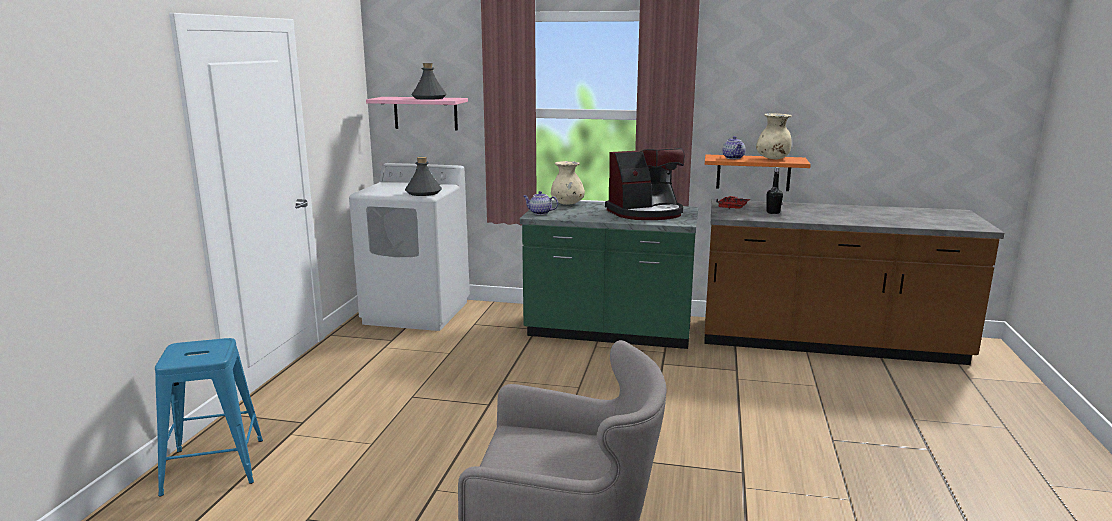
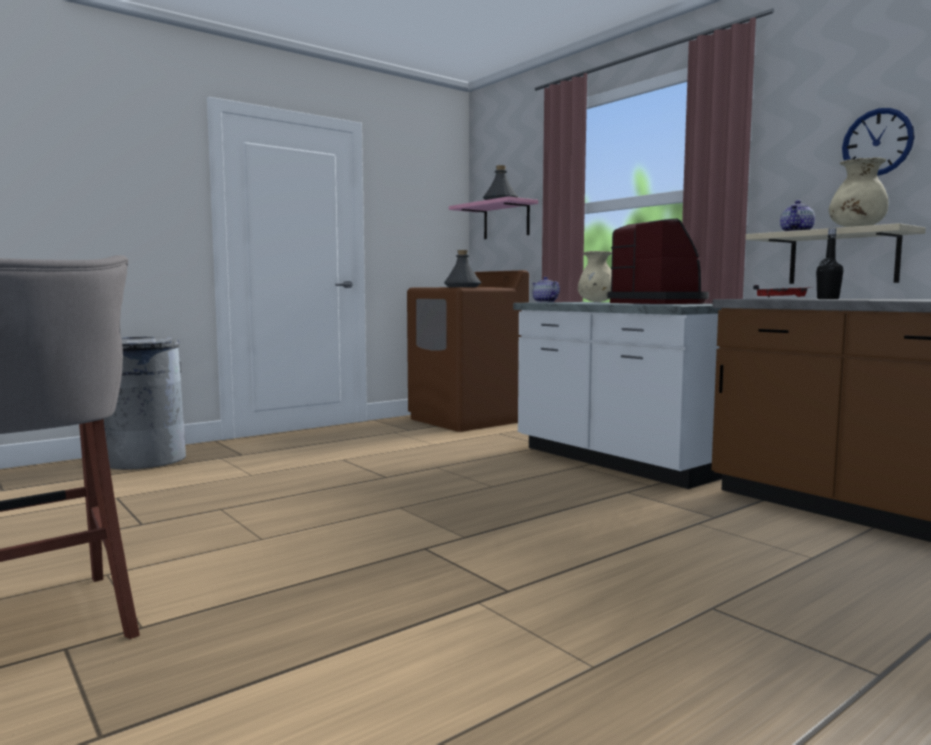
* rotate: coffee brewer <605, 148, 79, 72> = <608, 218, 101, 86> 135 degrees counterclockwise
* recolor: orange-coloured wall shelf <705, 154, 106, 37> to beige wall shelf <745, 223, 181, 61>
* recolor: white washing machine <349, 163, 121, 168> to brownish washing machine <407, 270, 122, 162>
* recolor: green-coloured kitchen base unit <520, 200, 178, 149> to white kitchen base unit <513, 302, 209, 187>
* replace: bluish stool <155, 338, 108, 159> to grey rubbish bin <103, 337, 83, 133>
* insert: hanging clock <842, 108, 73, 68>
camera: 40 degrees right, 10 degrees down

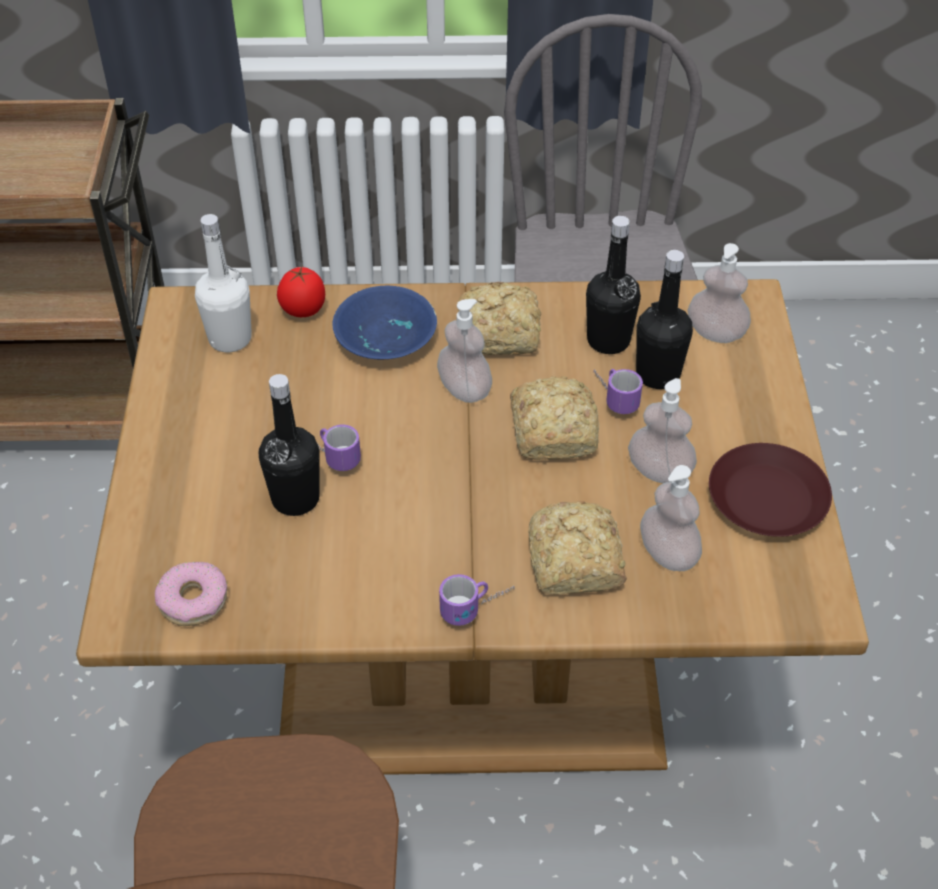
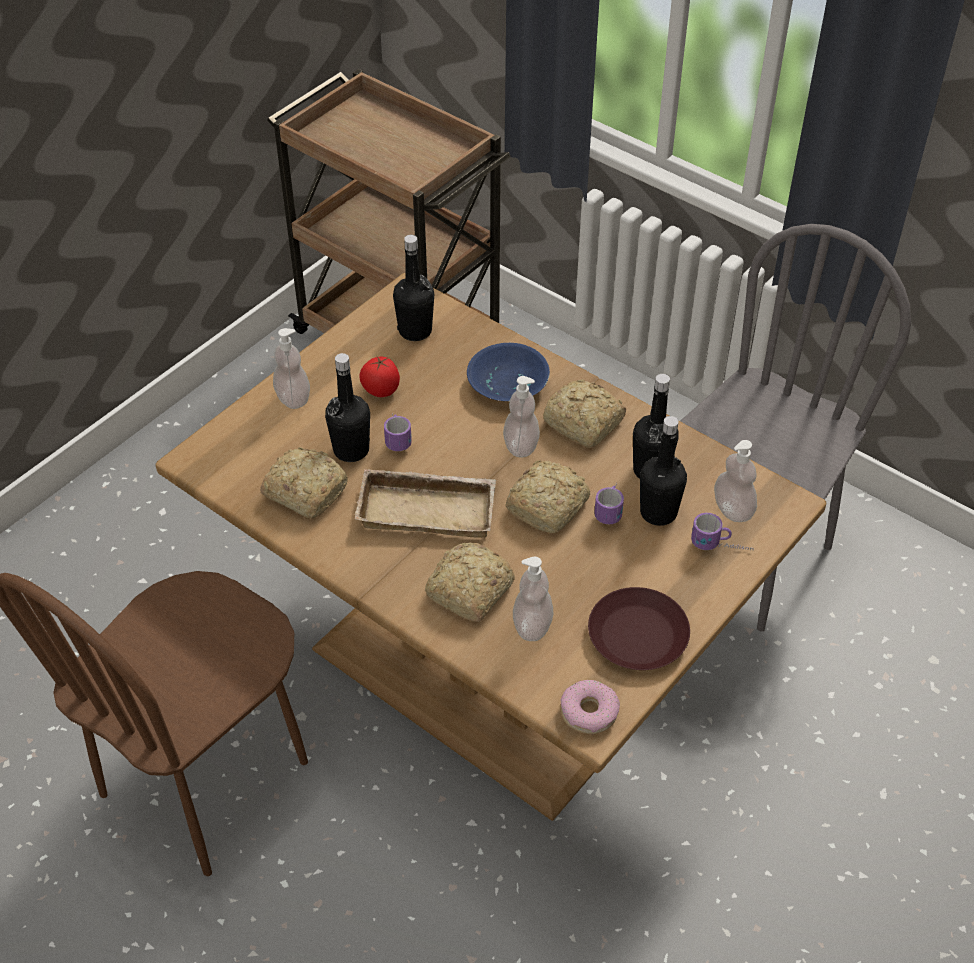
* recolor: white bottle <195, 214, 57, 138> to black bottle <393, 235, 41, 106>
* move: tomato <277, 266, 48, 51> to <359, 357, 41, 40>
* move: soap dispenser <628, 378, 69, 105> to <273, 328, 37, 81>
* move: donut <155, 562, 72, 64> to <561, 680, 59, 54>
* move: coffee mug <439, 574, 75, 52> to <691, 513, 63, 38>
* insert: baked bread <260, 447, 88, 71>
* insert: beige carrying tray <355, 469, 141, 69>
camera: 40 degrees right, 0 degrees up

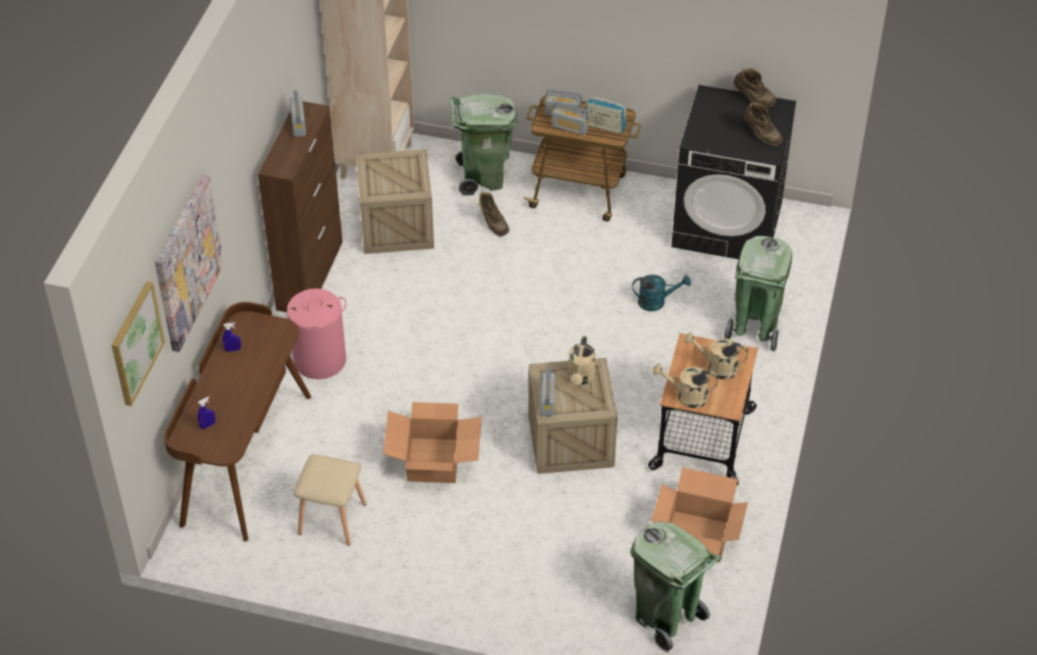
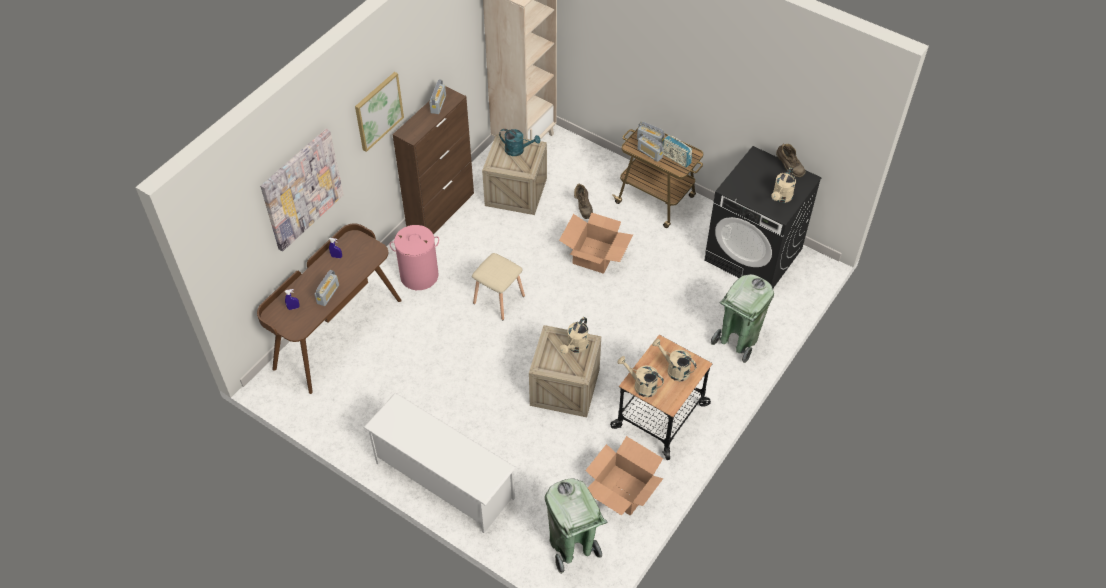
* delete: green-coloured rubbish bin <450, 94, 67, 102>
* replace: brownish tall boot <744, 102, 39, 44> to beige watering pot <771, 168, 25, 35>
* move: blue-green watering pot <632, 275, 59, 36> to <499, 129, 41, 27>
* move: wall picture <112, 281, 53, 125> to <355, 72, 49, 80>
* move: radio <540, 367, 15, 49> to <314, 270, 25, 36>
* move: carton <383, 402, 99, 81> to <559, 212, 74, 62>
* move: beige stool <294, 454, 72, 92> to <472, 253, 53, 67>
* insert: white shoe stand <363, 393, 153, 140>
camera: 20 degrees right, 5 degrees up

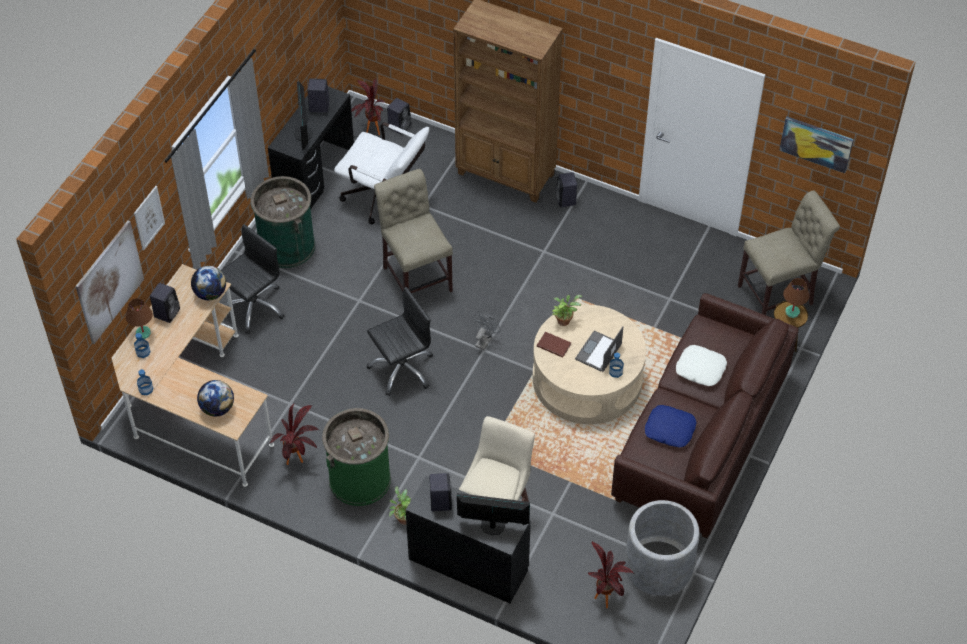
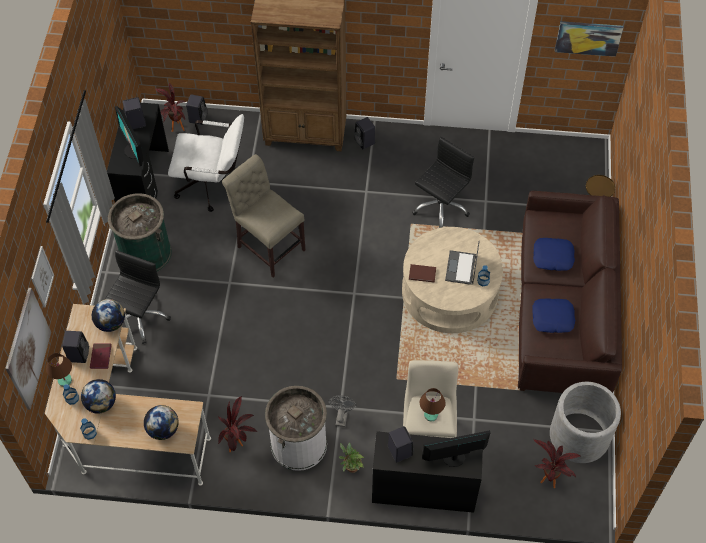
* delete: beige plain chair <738, 191, 102, 124>
* move: brownish lamp for a table <783, 278, 26, 40> to <420, 388, 26, 33>
* move: black office chair <367, 287, 66, 109> to <412, 137, 62, 91>
* delete: plant in a pot <552, 295, 30, 31>
* move: grey cooling fan <474, 313, 27, 37> to <328, 395, 29, 32>
* recolor: white cushion <676, 345, 51, 41> to bluish cushion <533, 238, 42, 33>
* recolor: green-coloured rubbish bin <322, 408, 69, 98> to white rubbish bin <265, 386, 62, 85>
* insert: red-coloured book <90, 343, 22, 26>
* insert: desk globe <81, 379, 35, 35>
camera: 20 degrees left, 5 degrees up

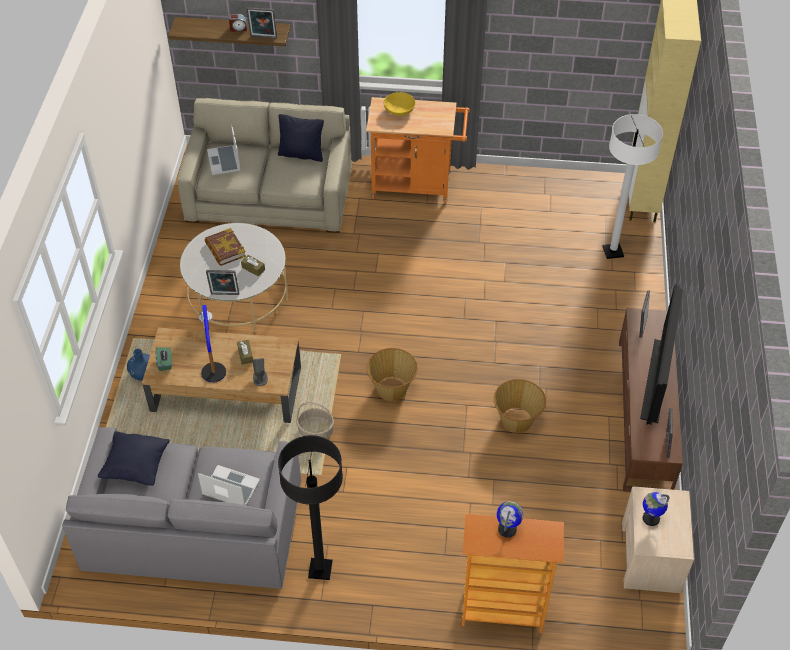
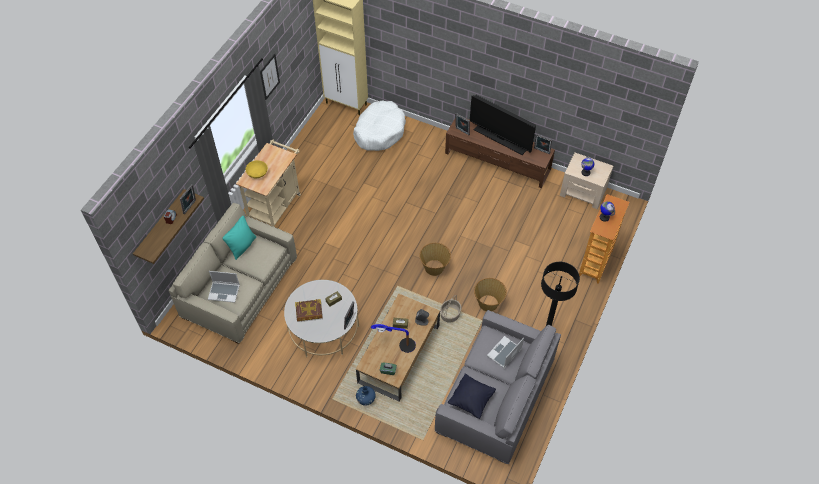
* recolor: orange-coloured trolley <366, 97, 104, 107> to beige trolley <236, 139, 65, 88>
* recolor: black cushion <278, 114, 46, 48> to blue-green cushion <222, 216, 34, 44>
* replace: white floor lamp <602, 114, 61, 145> to white dog cushion <353, 101, 53, 50>
* move: household basket <494, 379, 52, 54> to <474, 278, 33, 33>
* insert: wall picture <260, 54, 20, 46>
camera: 70 degrees left, 5 degrees up

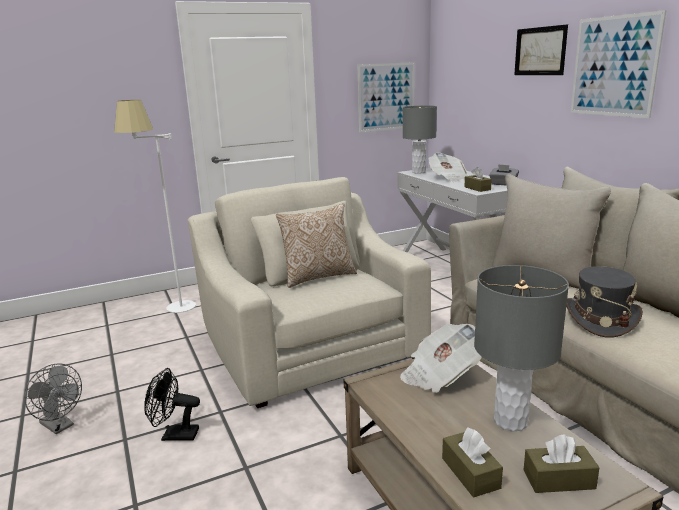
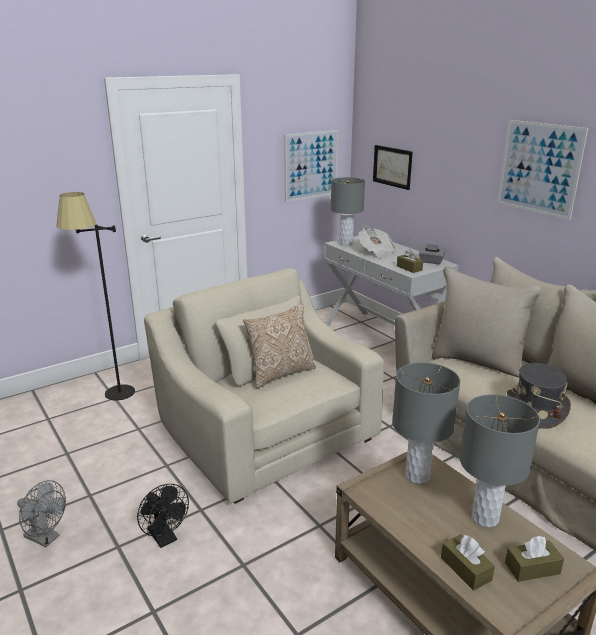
* move: wall picture <514, 24, 54, 51> to <373, 145, 40, 45>
* recolor: white floor lamp <114, 100, 82, 213> to black floor lamp <57, 192, 78, 208>
* replace: printed paper <400, 324, 82, 69> to grey lamp for a table <392, 362, 69, 122>
* rotate: black cooling fan <144, 368, 56, 73> = <137, 484, 52, 64> 120 degrees counterclockwise
camera: 10 degrees left, 5 degrees up

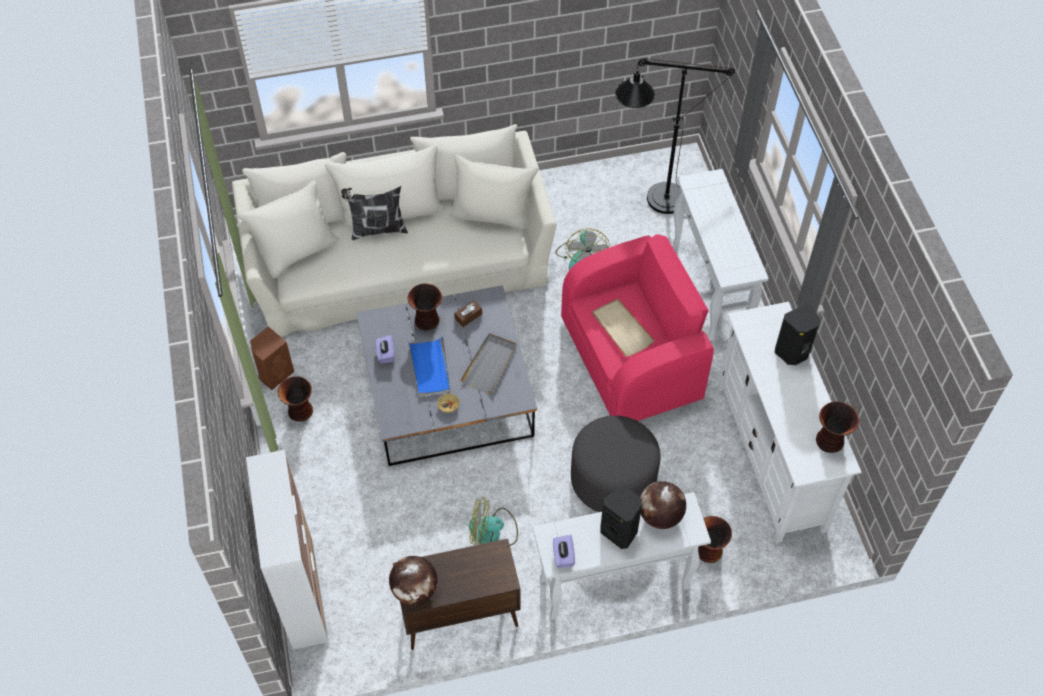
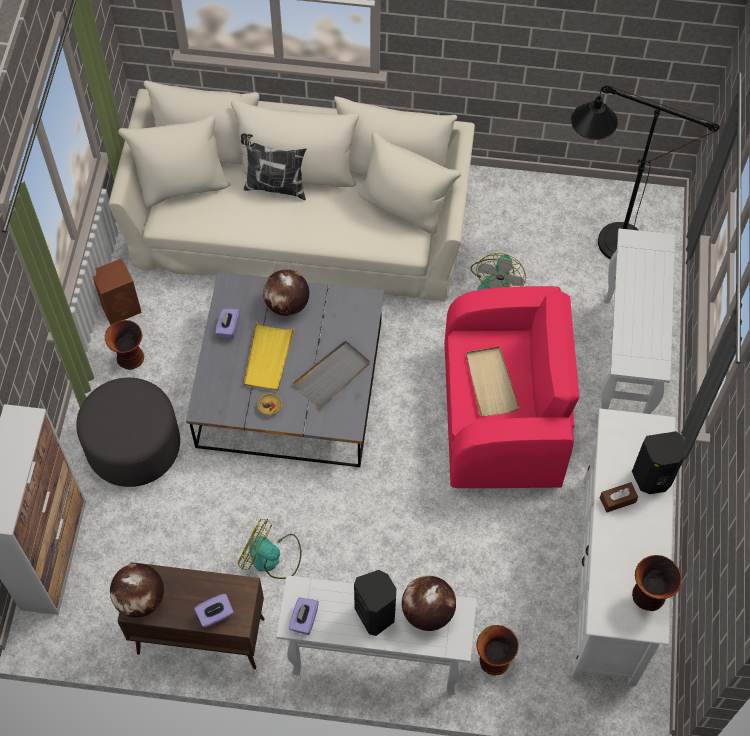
* replace: vase <408, 283, 34, 47> to desk globe <263, 270, 46, 46>
* move: brownish tissue box <454, 300, 28, 27> to <600, 482, 38, 30>
* recolor: bluish carrying tray <408, 337, 42, 59> to yellow-coloured carrying tray <244, 322, 51, 69>
* move: grey ottoman <571, 416, 89, 96> to <76, 378, 104, 109>
* insert: purple tissue box <194, 594, 40, 33>
camera: 20 degrees right, 5 degrees up

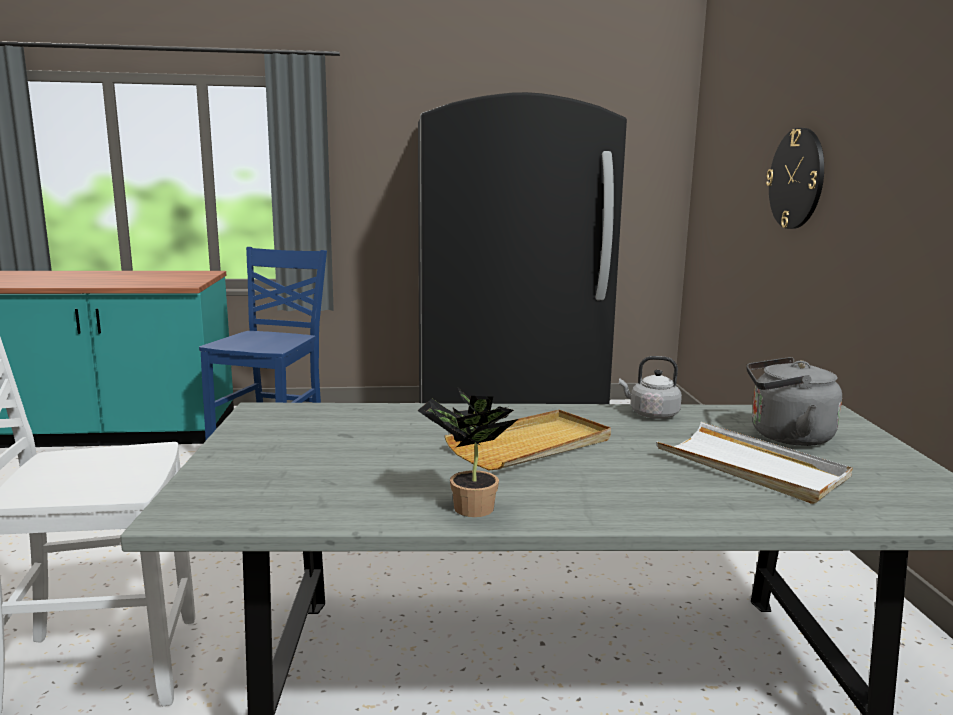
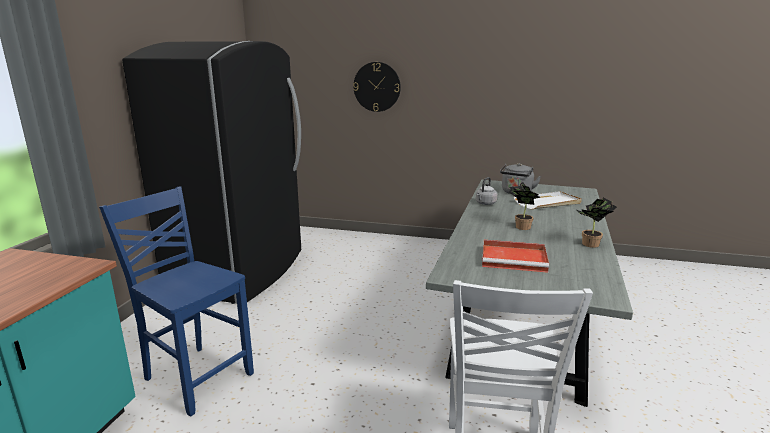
* replace: beige carrying tray <445, 410, 166, 60> to plant in a pot <509, 182, 31, 48>
* insert: red-coloured carrying tray <482, 240, 67, 33>
camera: 70 degrees left, 5 degrees up

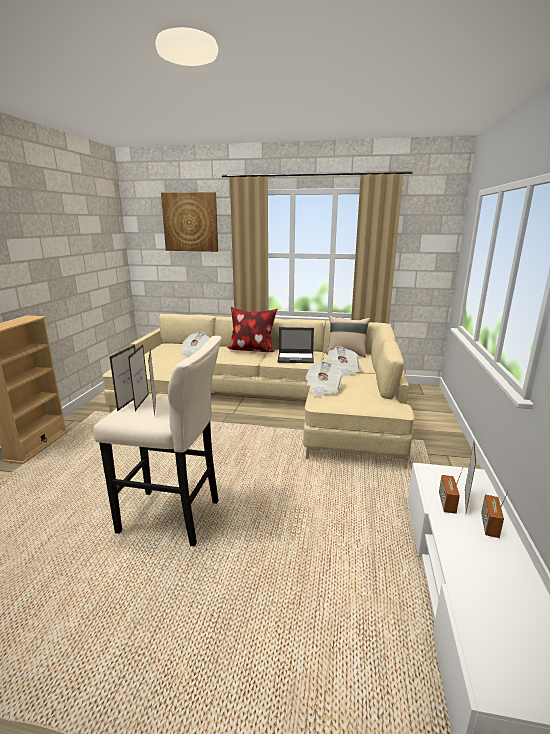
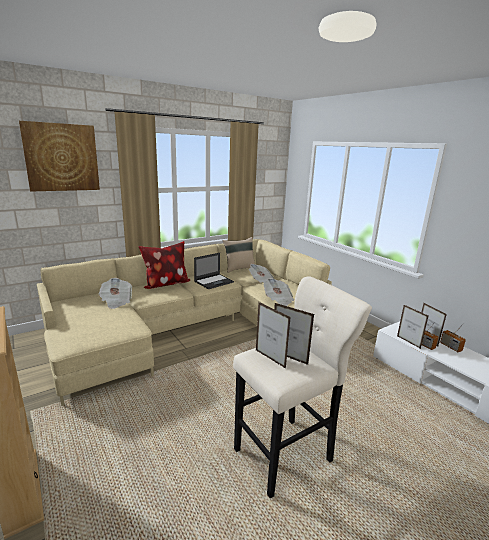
* move: photo frame <110, 345, 26, 67> to <397, 305, 31, 44>
camera: 45 degrees left, 0 degrees up

